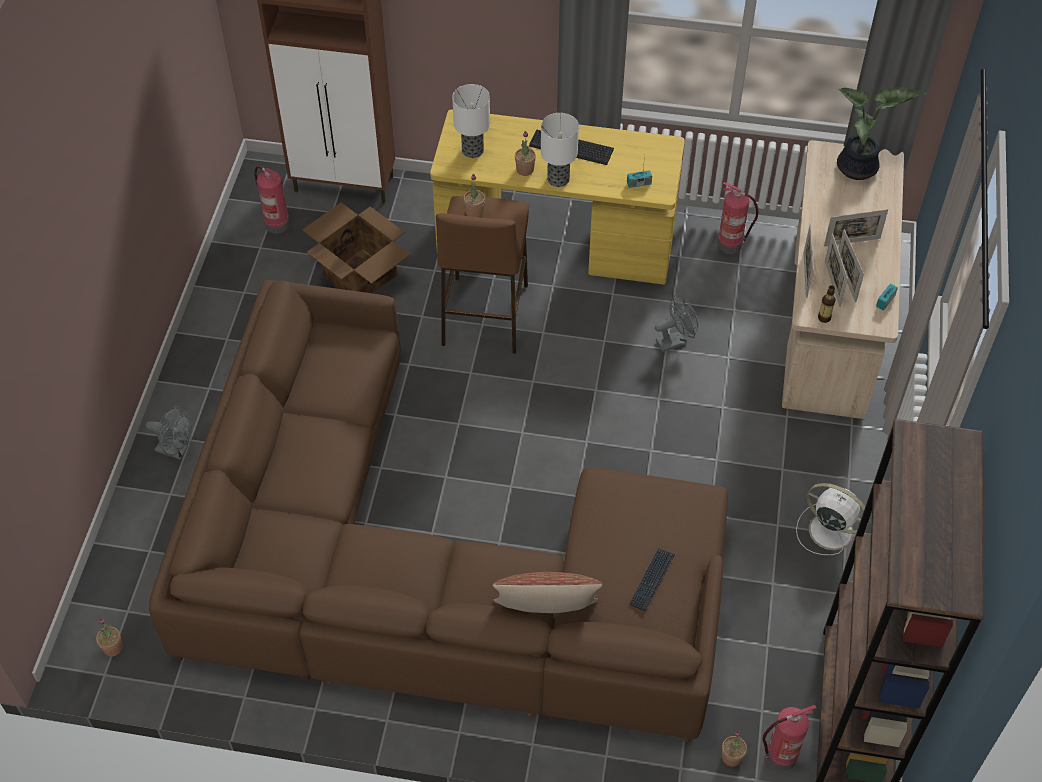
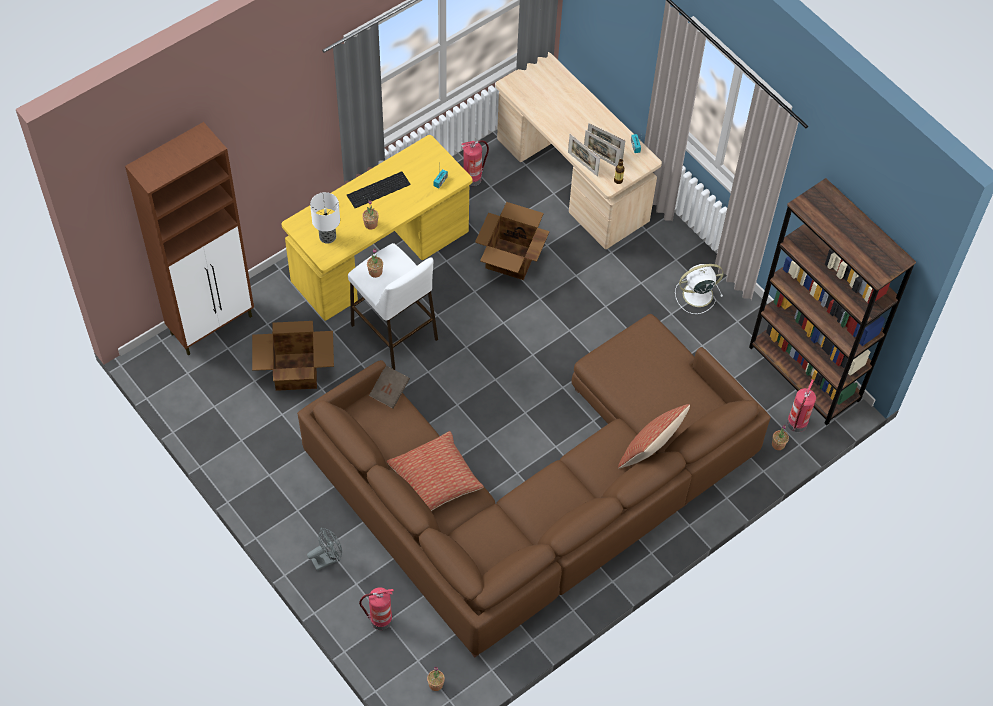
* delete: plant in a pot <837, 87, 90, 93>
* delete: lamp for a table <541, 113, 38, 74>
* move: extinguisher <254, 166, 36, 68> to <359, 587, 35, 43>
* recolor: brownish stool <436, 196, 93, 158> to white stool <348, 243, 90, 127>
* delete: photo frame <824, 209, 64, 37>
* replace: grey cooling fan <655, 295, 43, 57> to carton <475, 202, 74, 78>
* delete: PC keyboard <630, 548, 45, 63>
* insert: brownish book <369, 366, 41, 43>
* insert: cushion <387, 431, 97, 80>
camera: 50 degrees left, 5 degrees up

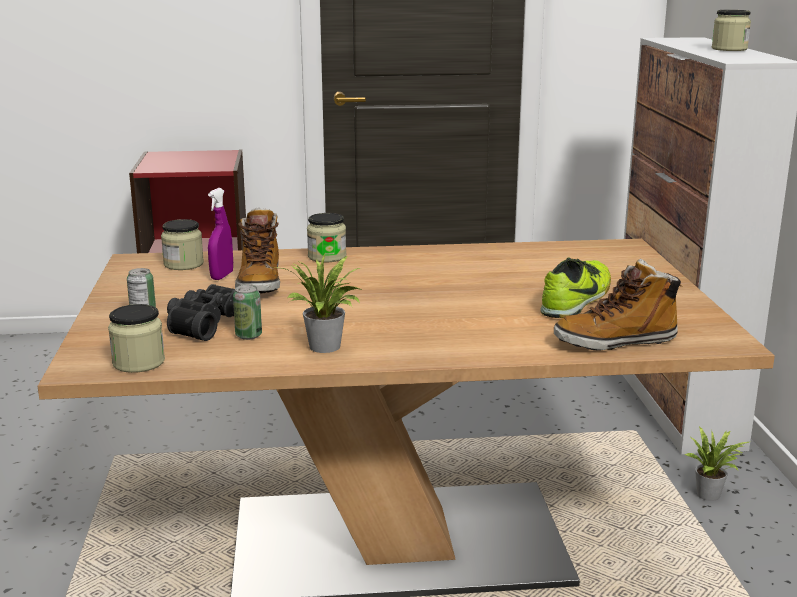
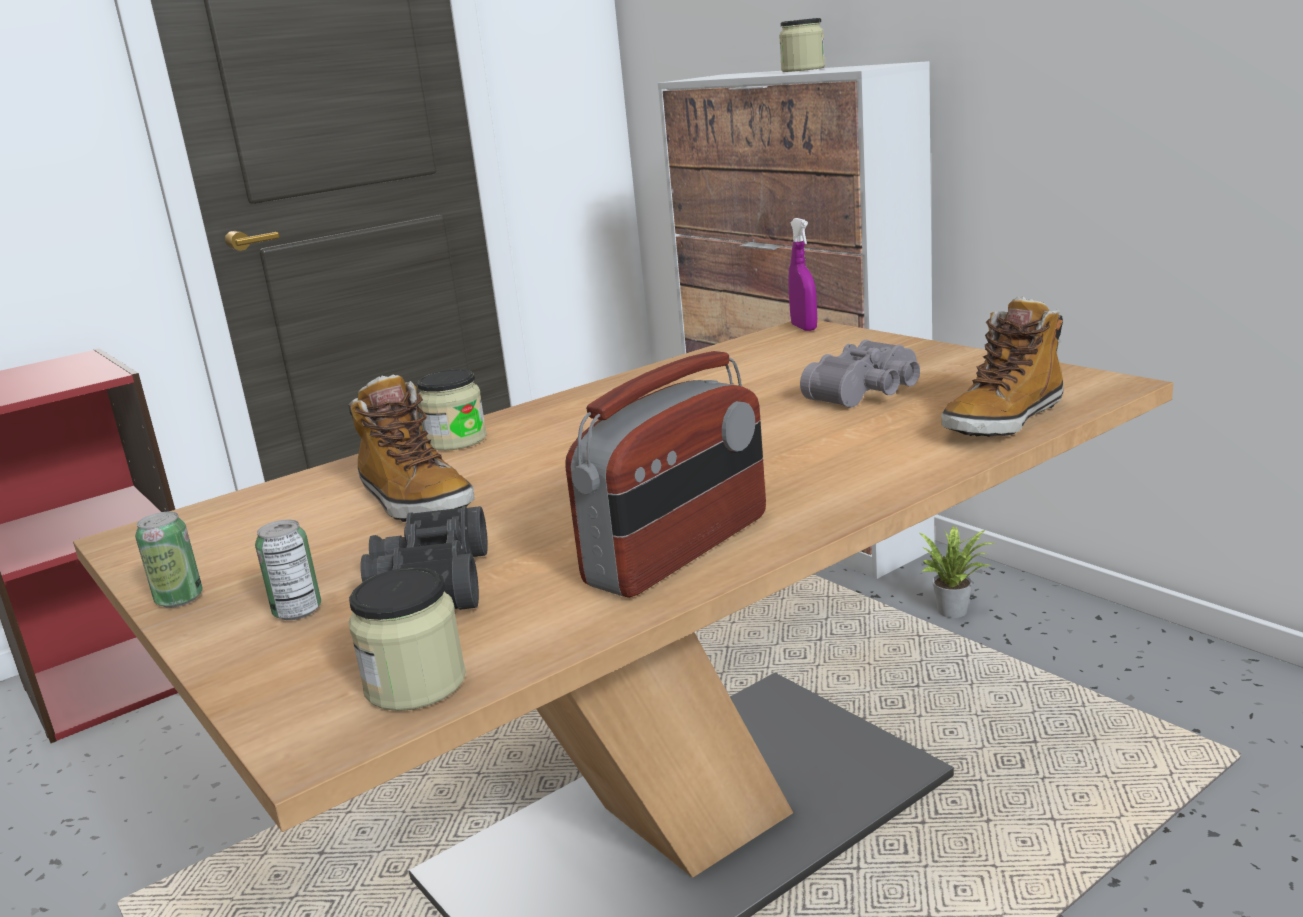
* move: purple hand sprayer <208, 188, 25, 92> to <788, 218, 29, 113>
* delete: jar <161, 219, 43, 51>
* replace: plant in a pot <281, 254, 82, 99> to radio <565, 351, 201, 247>
* replace: item of footwear <541, 257, 70, 61> to grey binoculars <800, 340, 120, 68>
* move: sealed can <233, 285, 29, 55> to <135, 512, 68, 96>
camera: 30 degrees left, 0 degrees up

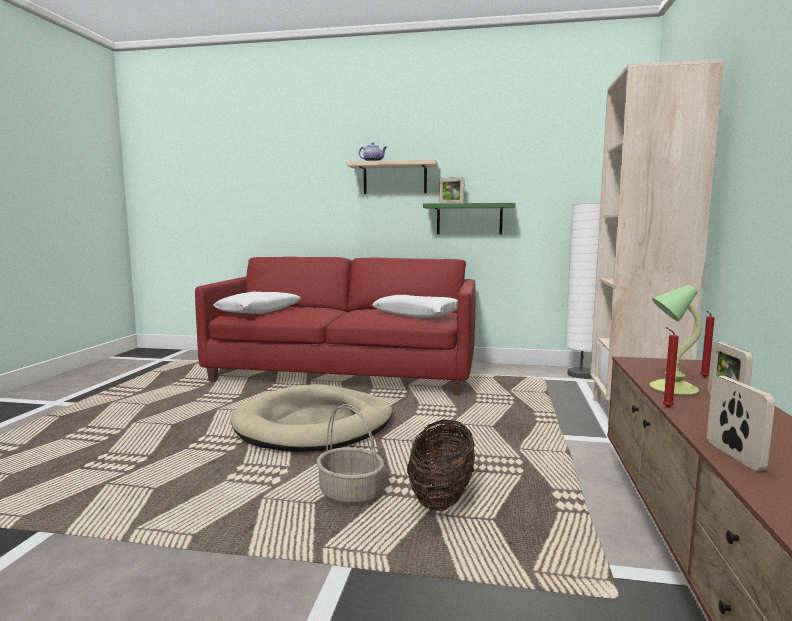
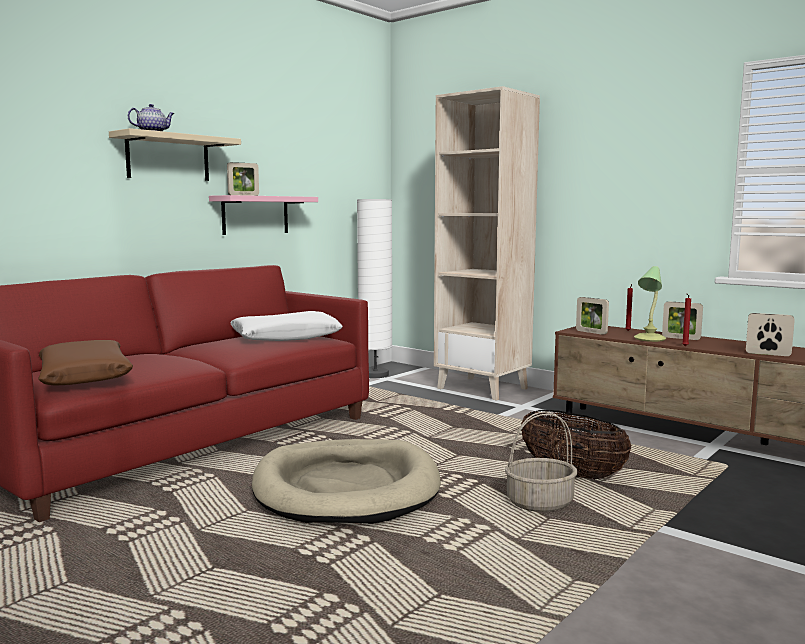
* recolor: green-coloured wall shelf <423, 203, 93, 31> to pinkish wall shelf <209, 195, 109, 40>
* recolor: white cushion <213, 292, 88, 22> to brownish cushion <39, 340, 94, 46>
* insert: photo frame <576, 297, 33, 38>
camera: 60 degrees left, 0 degrees up

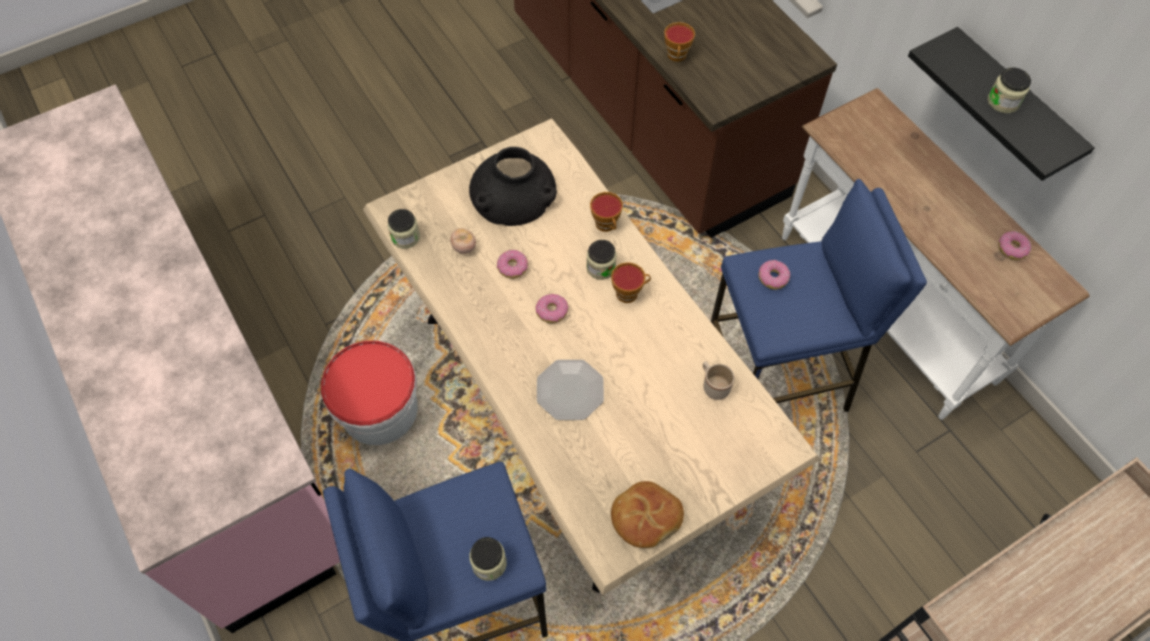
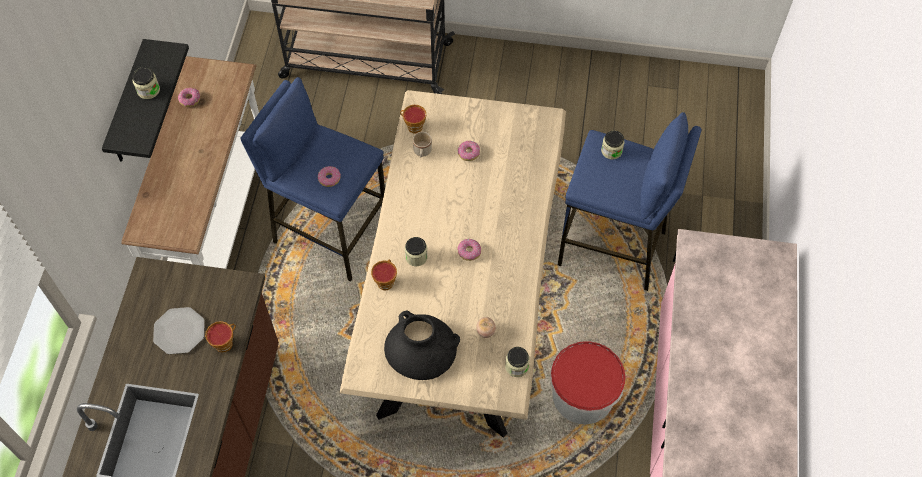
* move: donut <497, 250, 31, 29> to <458, 141, 22, 20>
* move: small cup <611, 262, 40, 41> to <400, 105, 26, 29>
* move: flat dish <537, 360, 67, 60> to <153, 307, 52, 47>
* delete: baked bread <611, 481, 73, 67>
camera: 140 degrees left, 0 degrees up

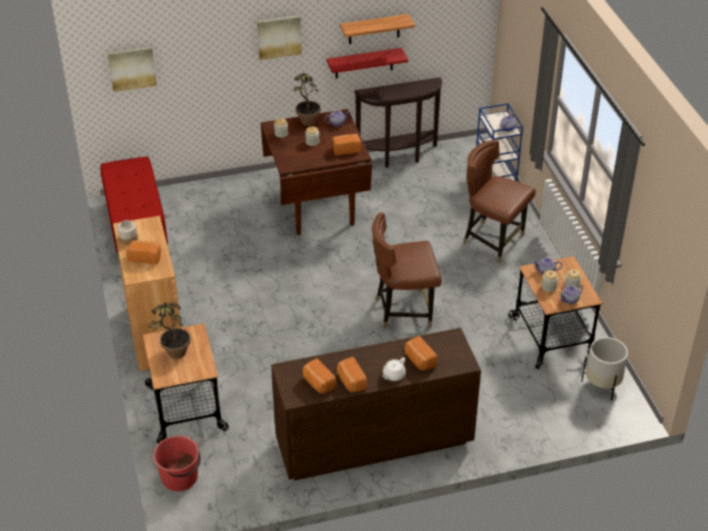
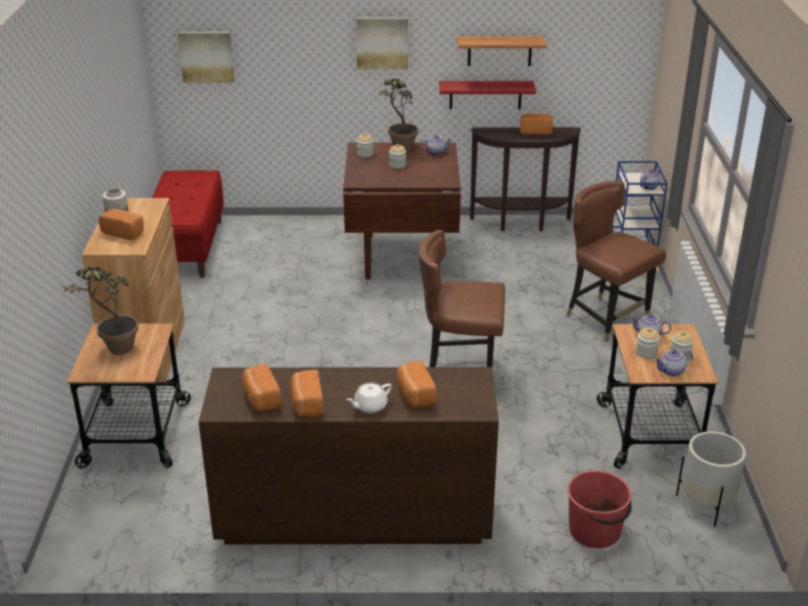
* move: baked bread <332, 134, 30, 21> to <520, 114, 33, 21>
* move: red-coloured pail <153, 436, 48, 55> to <567, 470, 65, 78>
camera: 15 degrees right, 10 degrees down

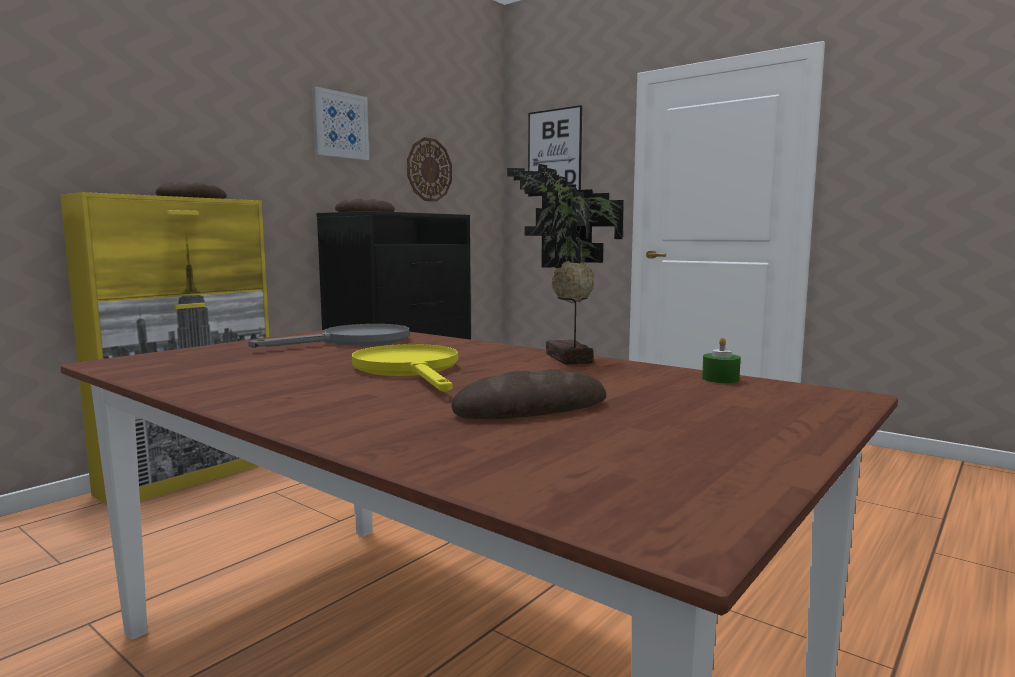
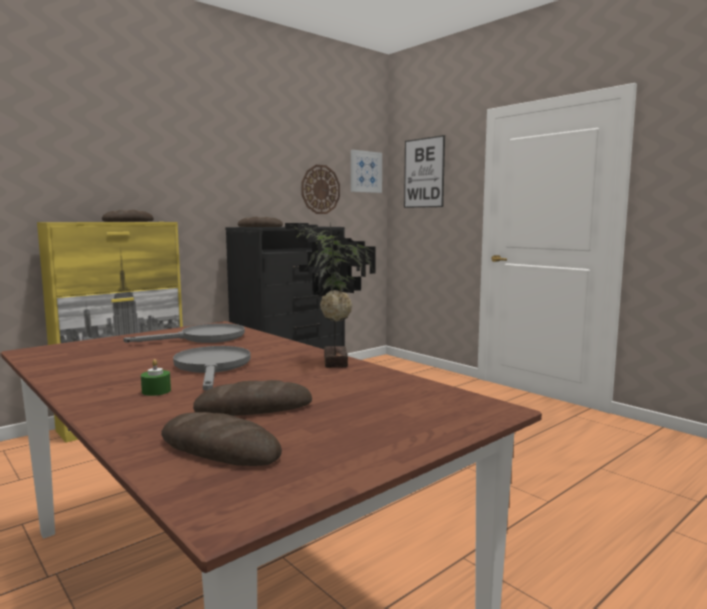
* move: wall picture <312, 86, 57, 74> to <351, 150, 31, 43>
* move: green-coloured wax candle <702, 337, 39, 46> to <141, 359, 30, 37>
* recolor: yellow-coloured pan <352, 344, 106, 48> to grey pan <173, 346, 78, 45>
* insert: baked bread <161, 412, 121, 54>
camera: 10 degrees right, 0 degrees up

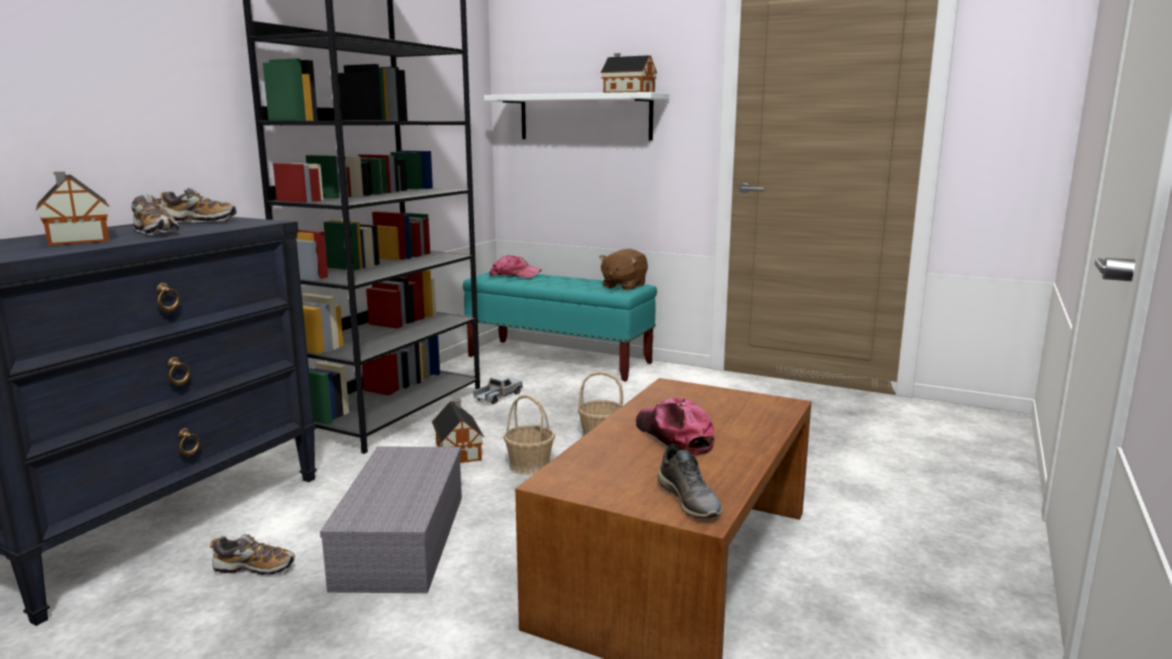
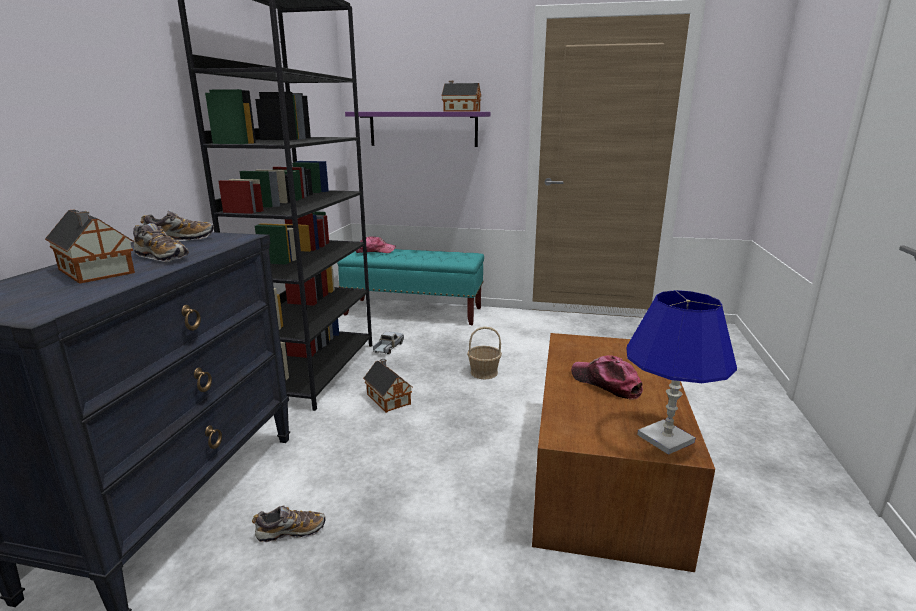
* recolor: white wall shelf <484, 92, 185, 48> to purple wall shelf <345, 112, 146, 35>
* delete: brownish plush toy <599, 249, 49, 41>
* delete: household basket <503, 395, 52, 80>
* replace: grey item of footwear <657, 444, 65, 74> to bluish lamp for a table <626, 290, 111, 165>
* delete: grey storage box <320, 447, 142, 146>
camera: 15 degrees left, 5 degrees up

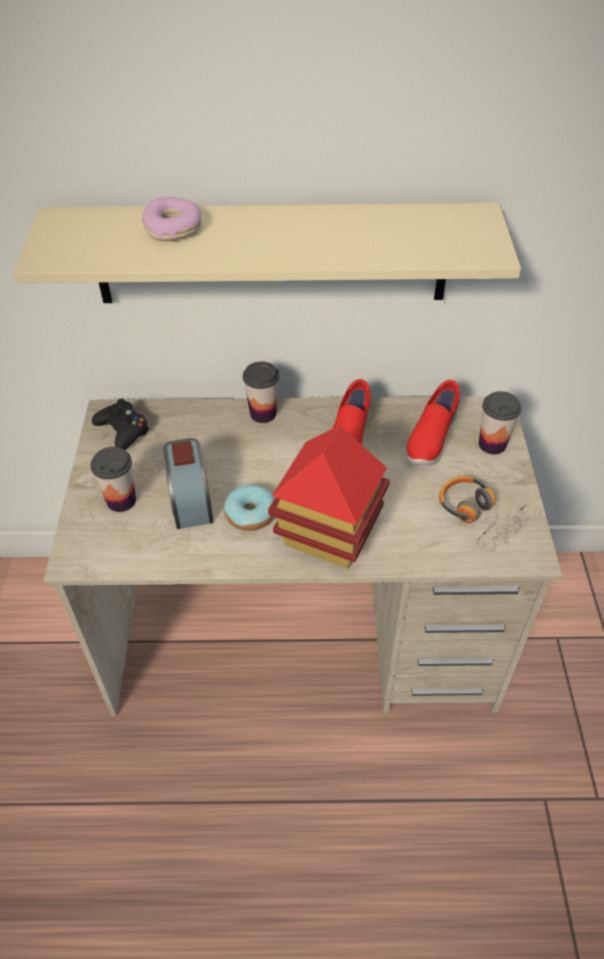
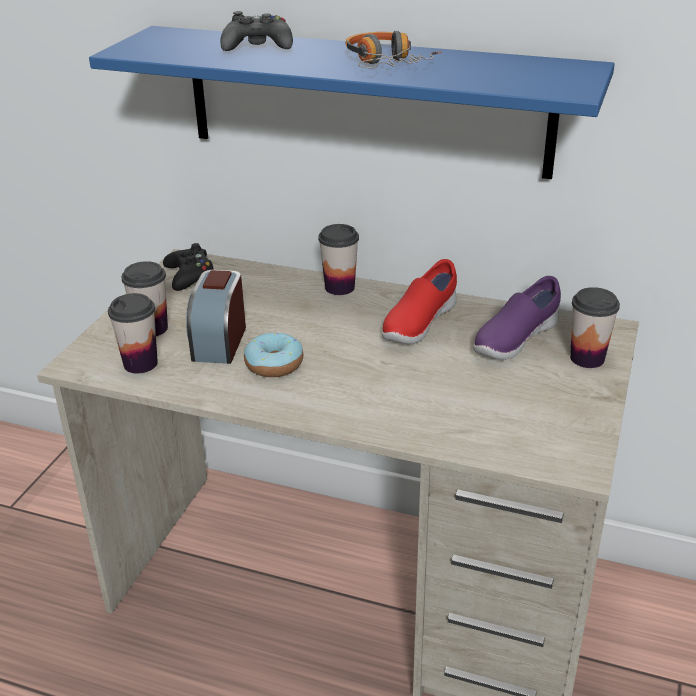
* replace: donut <142, 197, 59, 44> to black joypad <220, 11, 73, 40>
* recolor: beige wall shelf <12, 203, 509, 100> to bluish wall shelf <89, 26, 526, 153>
* recolor: red-coloured item of footwear <406, 380, 54, 86> to purple item of footwear <473, 276, 88, 84>
* delete: model house <268, 425, 122, 143>
* move: pair of headphones <439, 476, 88, 76> to <346, 31, 96, 37>
* insert: small cup <108, 293, 50, 81>
camera: 20 degrees right, 15 degrees down

